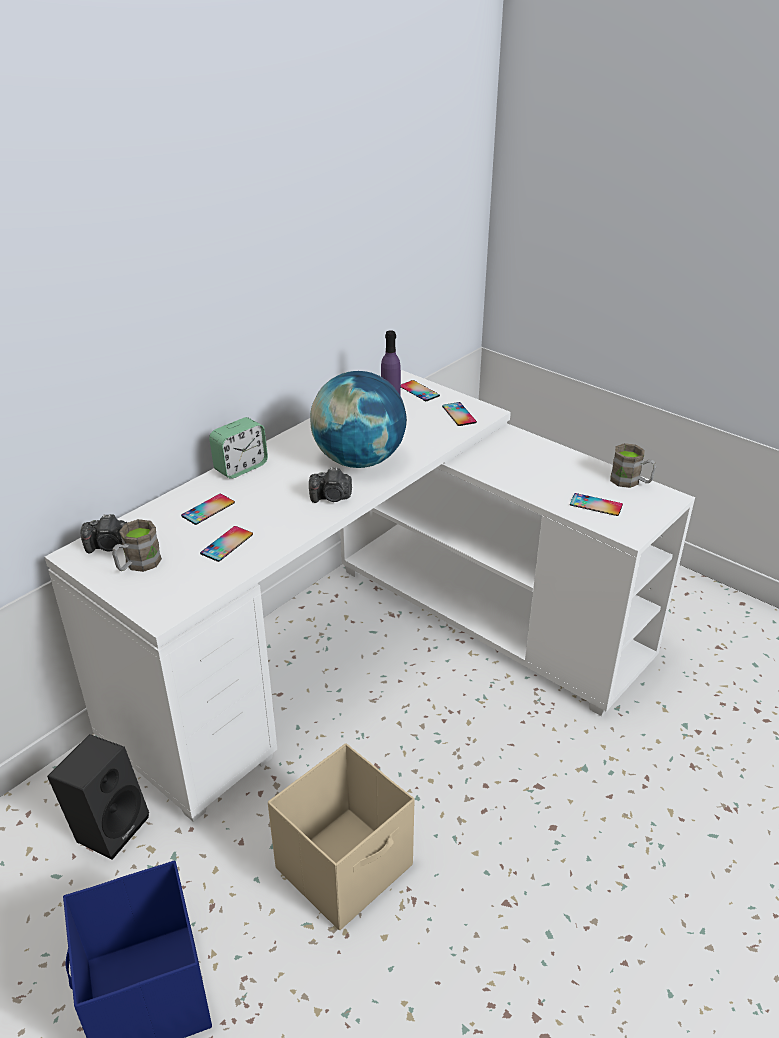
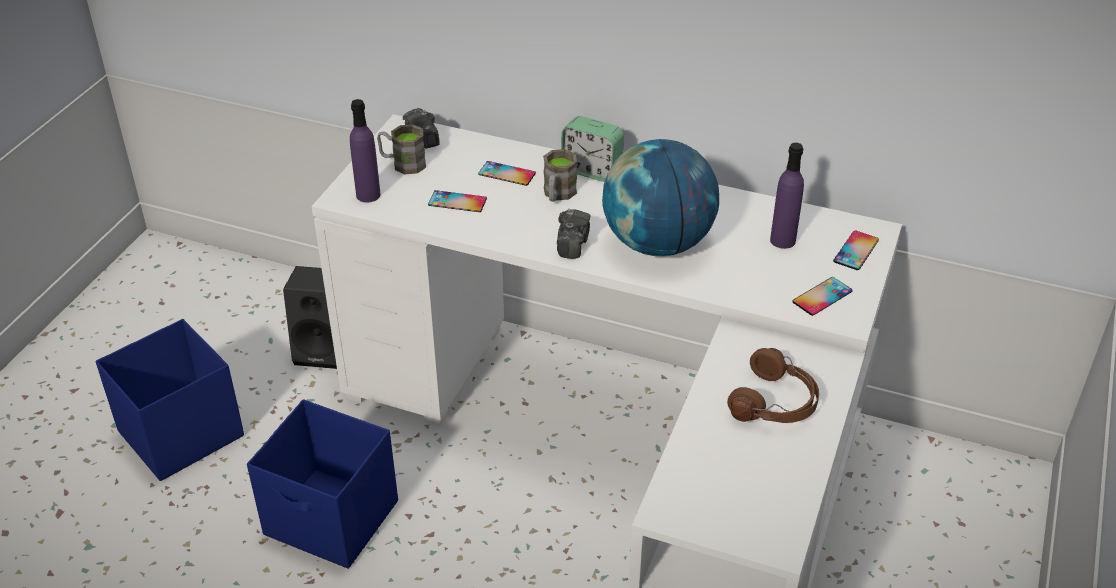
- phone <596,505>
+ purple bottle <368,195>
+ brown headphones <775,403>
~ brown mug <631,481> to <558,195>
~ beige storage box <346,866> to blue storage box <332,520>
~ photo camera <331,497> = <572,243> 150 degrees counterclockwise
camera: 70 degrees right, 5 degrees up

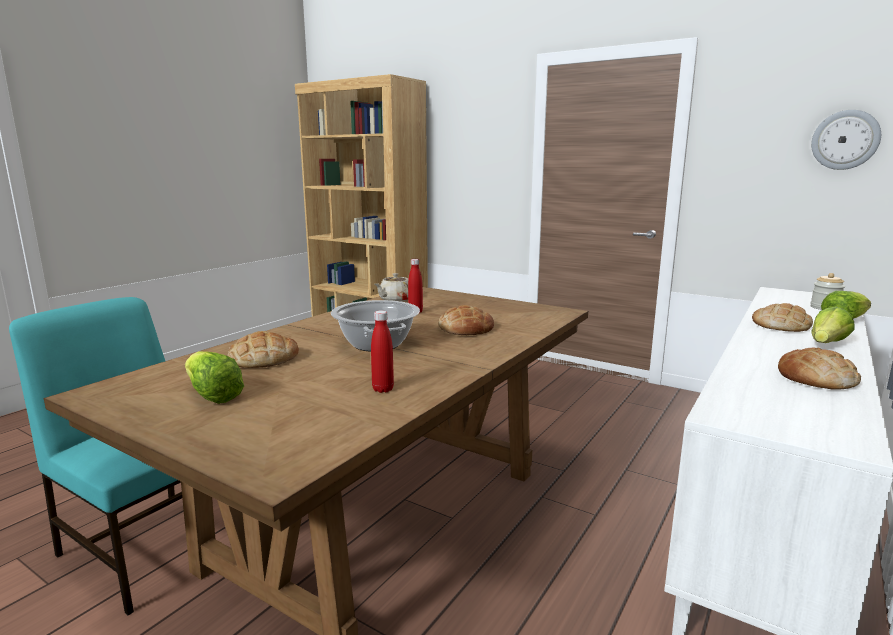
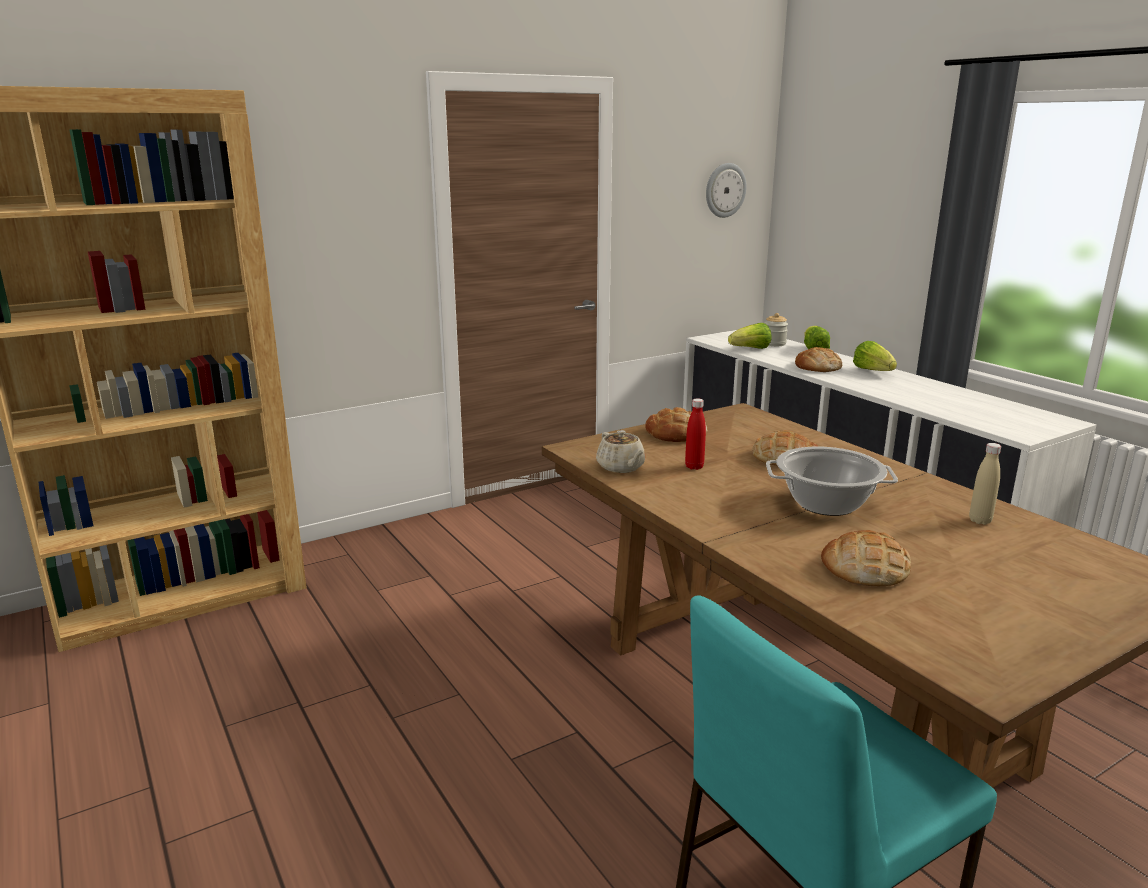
~ lettuce <212,395> to <751,349>
~ bread <816,378> to <676,433>
~ red bottle <383,389> to beige bottle <980,521>
camera: 65 degrees left, 5 degrees up

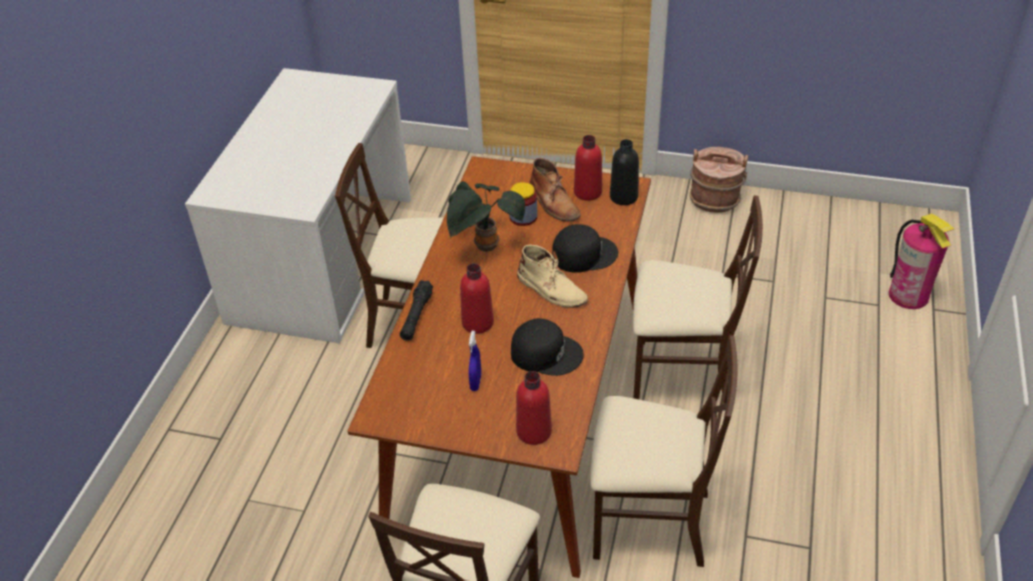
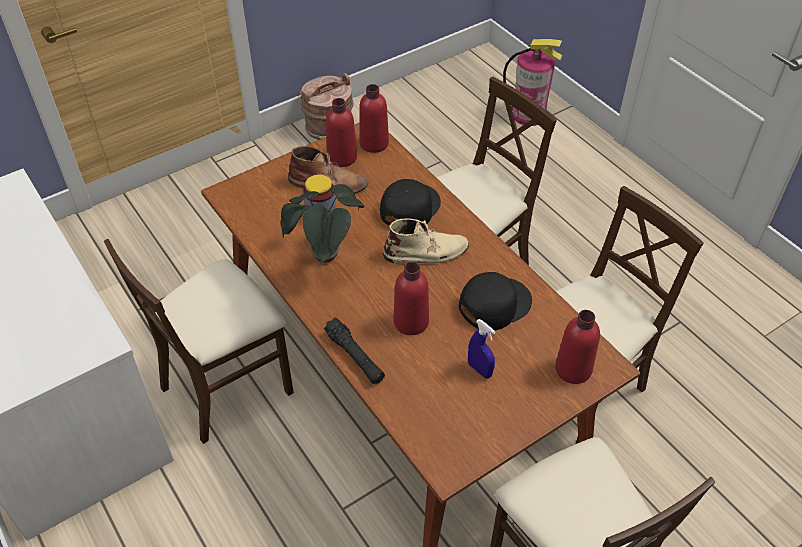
~ black bottle <623,197> to red bottle <374,143>
camera: 50 degrees left, 5 degrees up

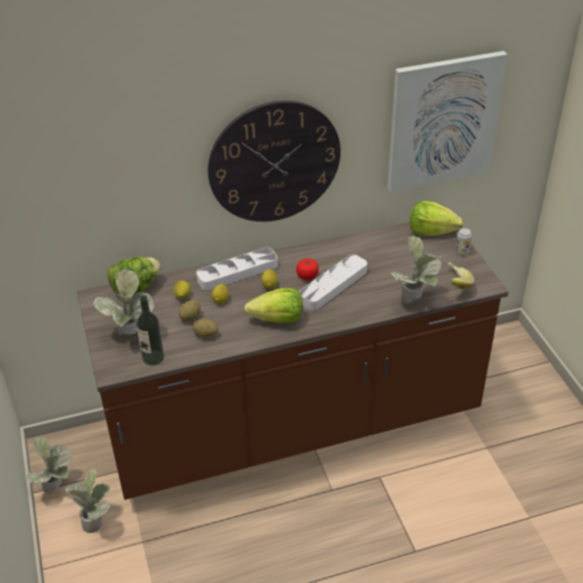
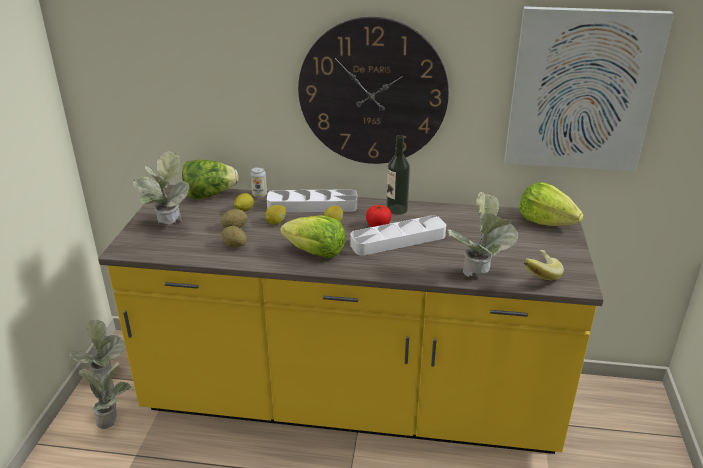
~ bottle <153,357> to <397,209>
~ can <462,252> to <259,195>
~ brown counter <294,425> to yellow counter <351,402>
camera: 25 degrees right, 10 degrees down

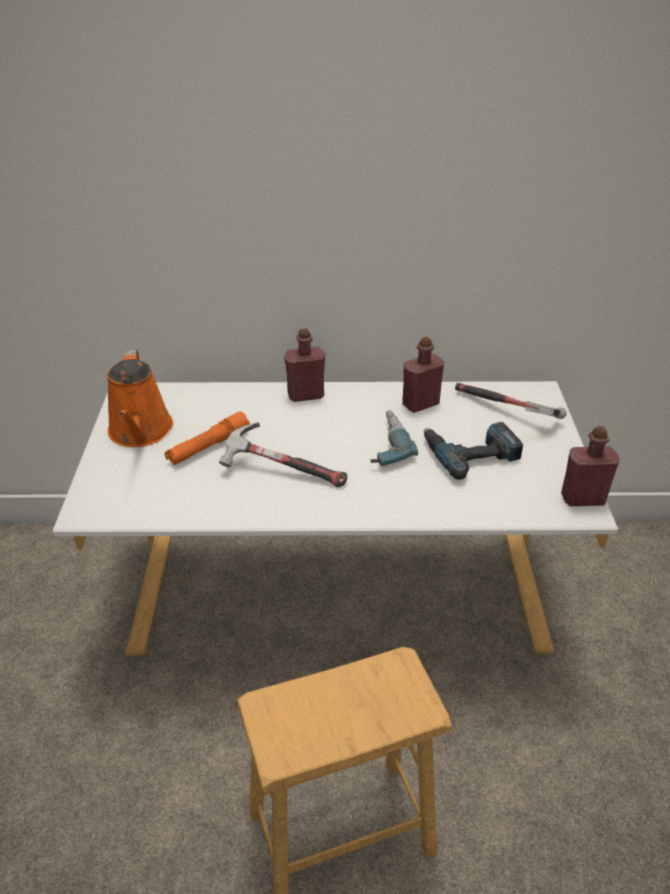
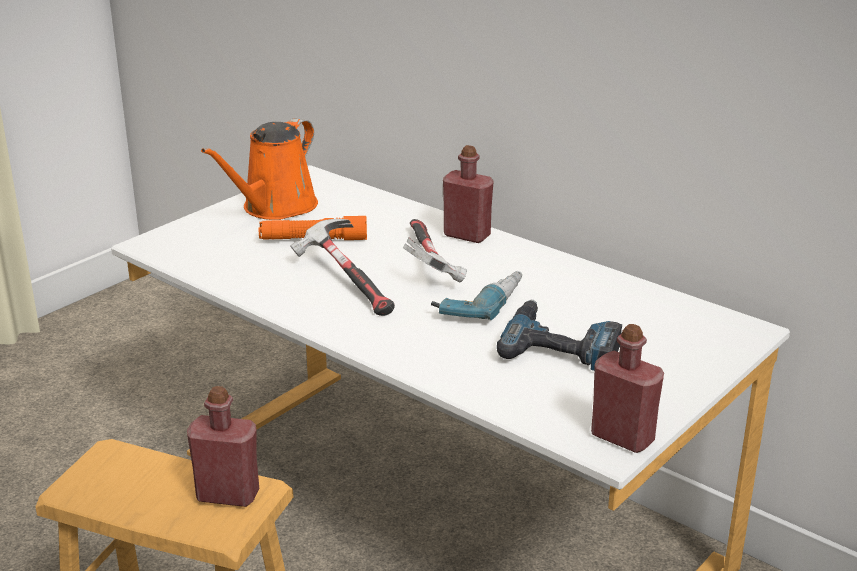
~ red bottle <420,404> to <228,495>
~ hammer <507,413> to <427,263>
camera: 40 degrees right, 10 degrees down

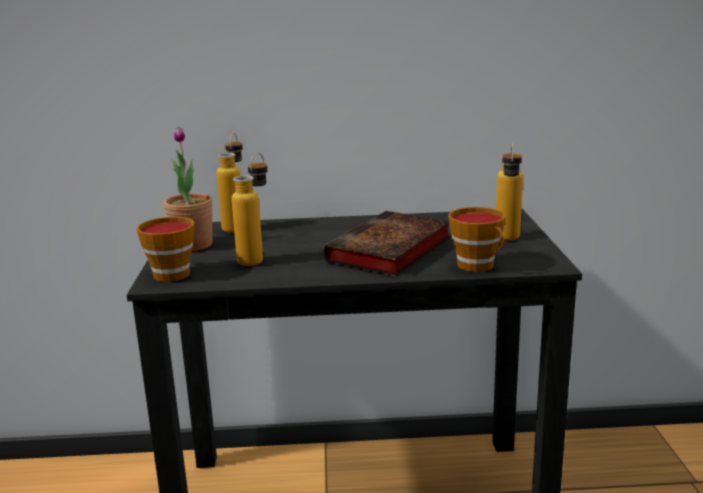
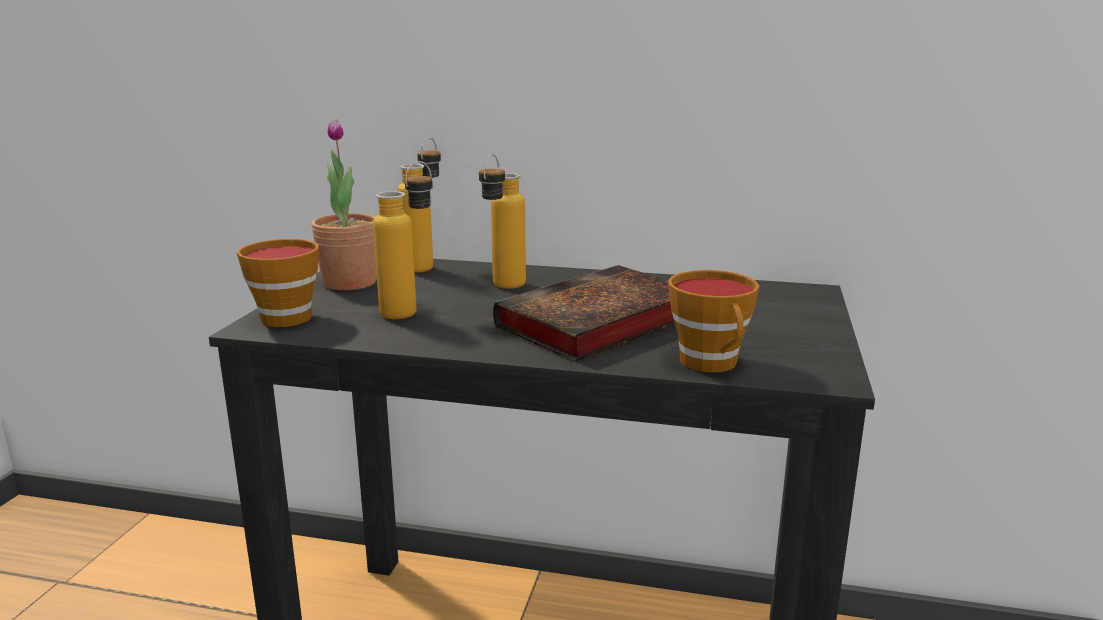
~ bottle <507,240> to <502,288>
camera: 15 degrees right, 0 degrees up

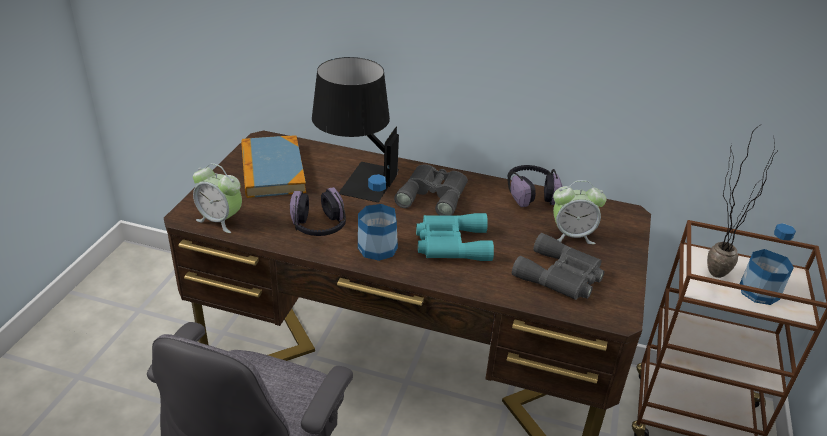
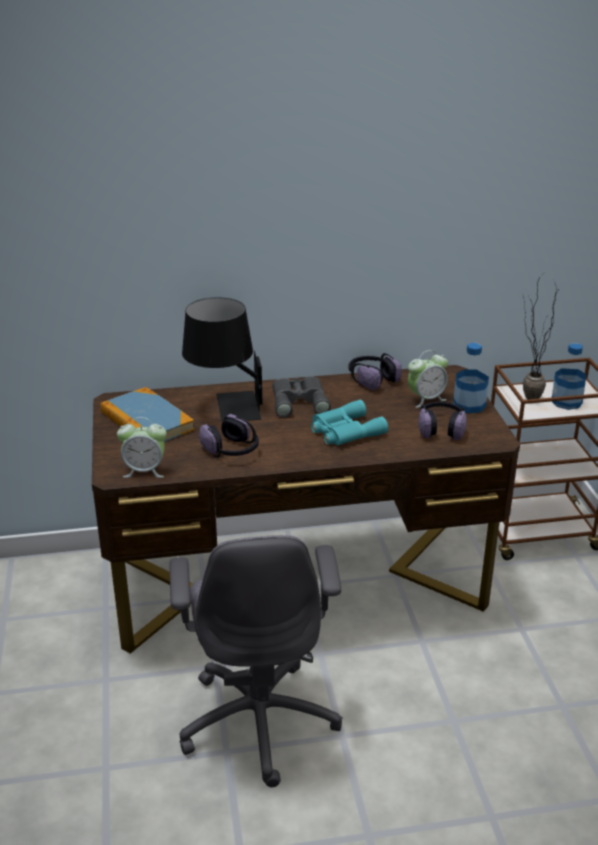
~ bottle <377,248> to <469,405>
~ grey binoculars <560,276> to headphones <441,428>
camera: 25 degrees left, 5 degrees down

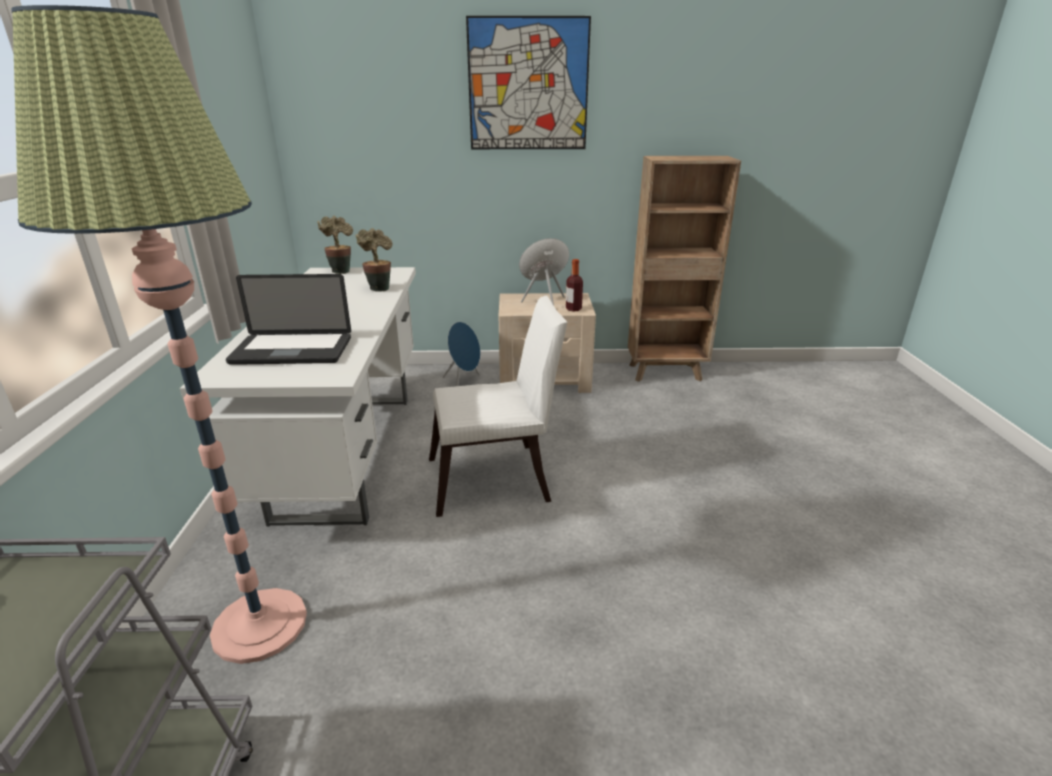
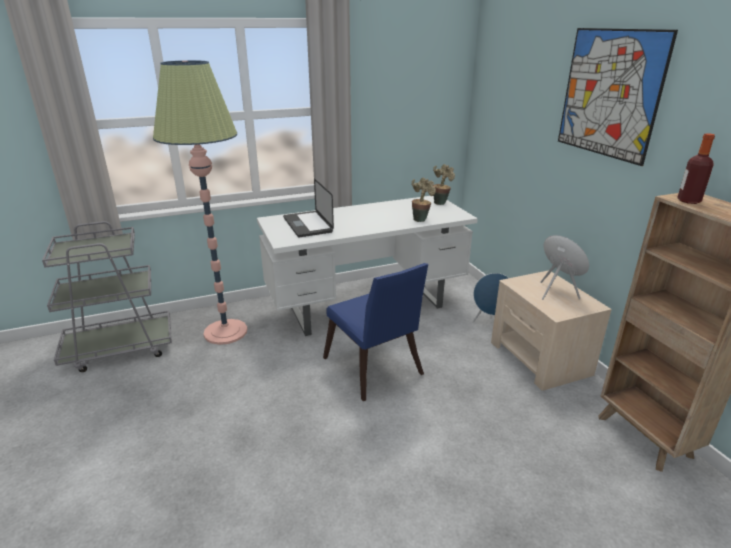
~ bottle <573,309> to <688,201>
~ white chair <497,479> to blue chair <374,370>
camera: 70 degrees right, 0 degrees up

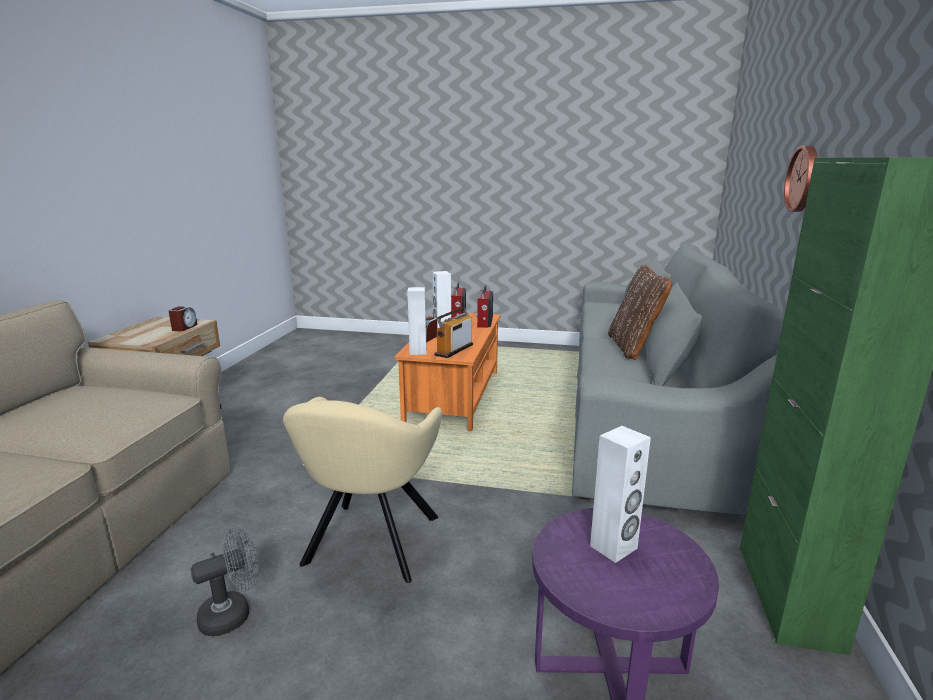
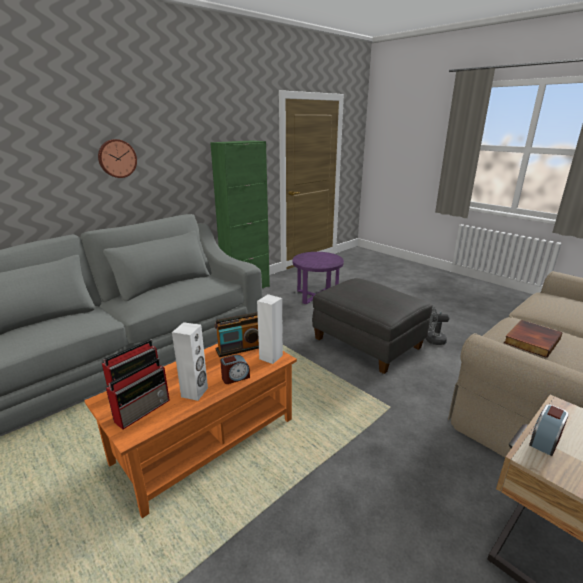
- white speaker <614,547>
- brown pillow <633,347>
+ book <531,340>
~ beige armchair <369,545> to grey ottoman <368,344>
camera: 145 degrees left, 5 degrees up

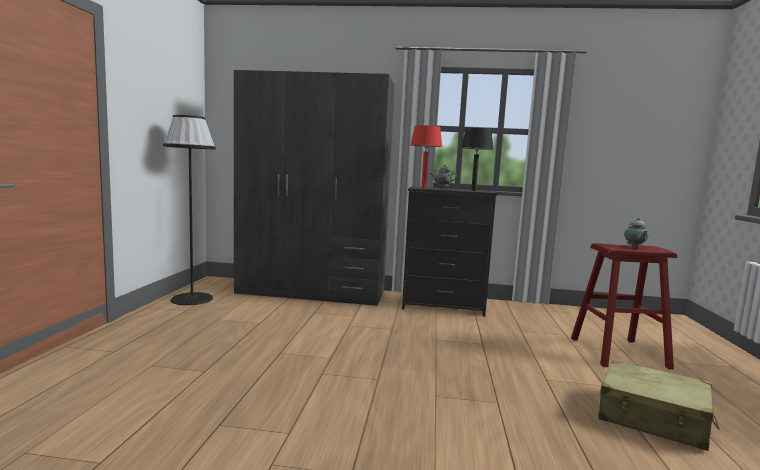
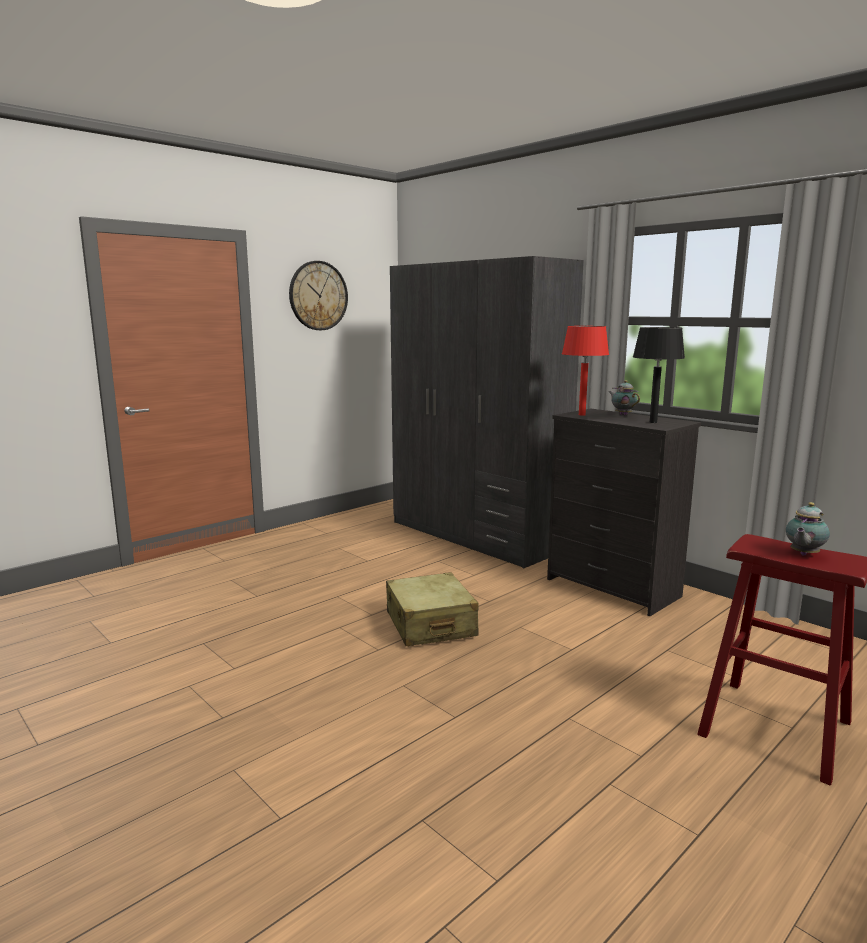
- black floor lamp <192,299>
+ wall clock <318,296>
~ beige suitcase <653,418> to <430,624>
camera: 40 degrees right, 5 degrees up

